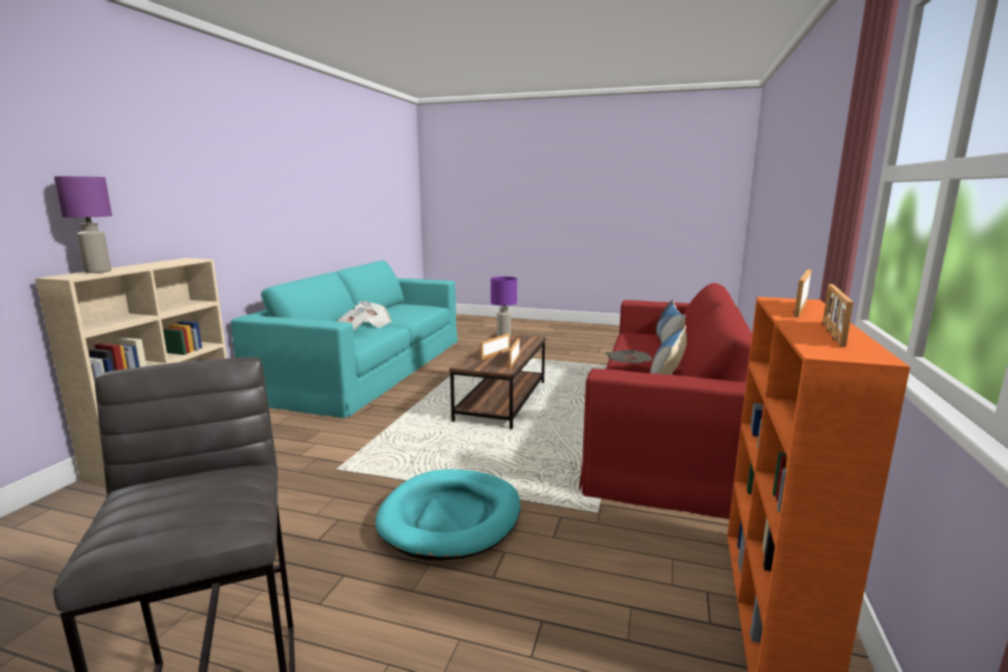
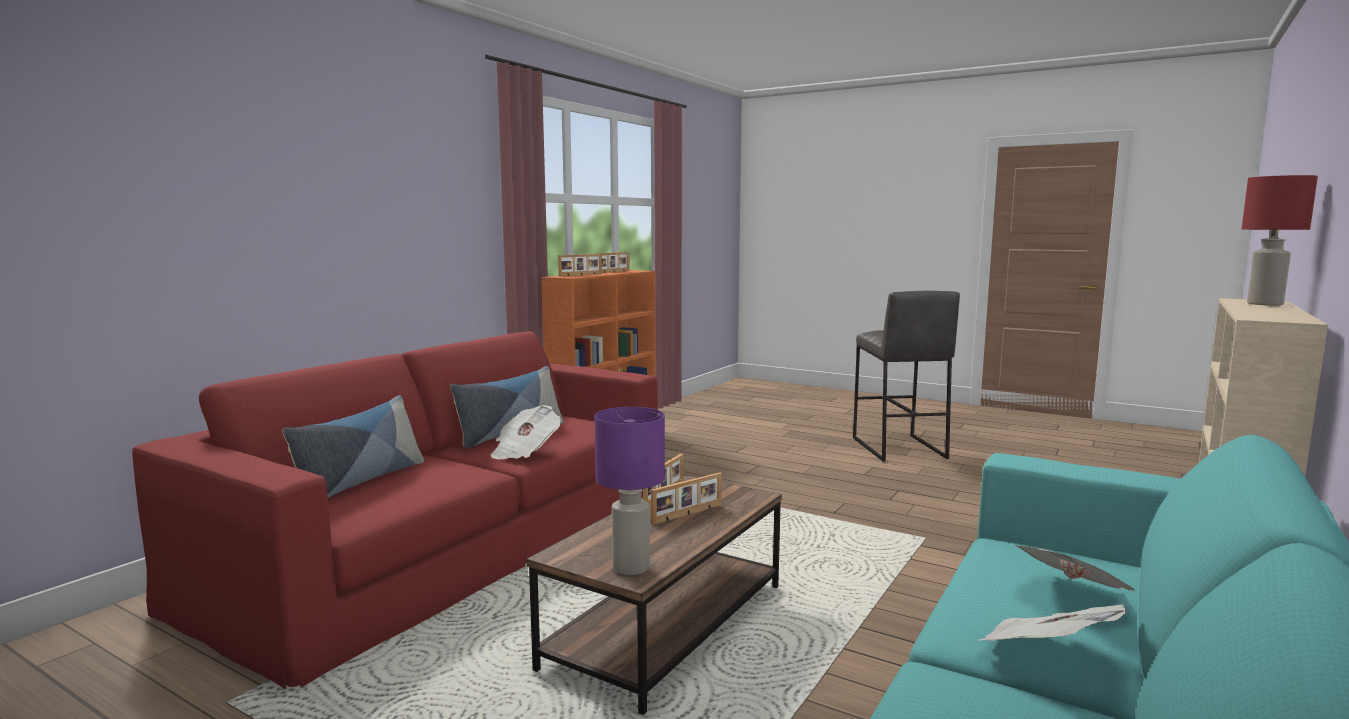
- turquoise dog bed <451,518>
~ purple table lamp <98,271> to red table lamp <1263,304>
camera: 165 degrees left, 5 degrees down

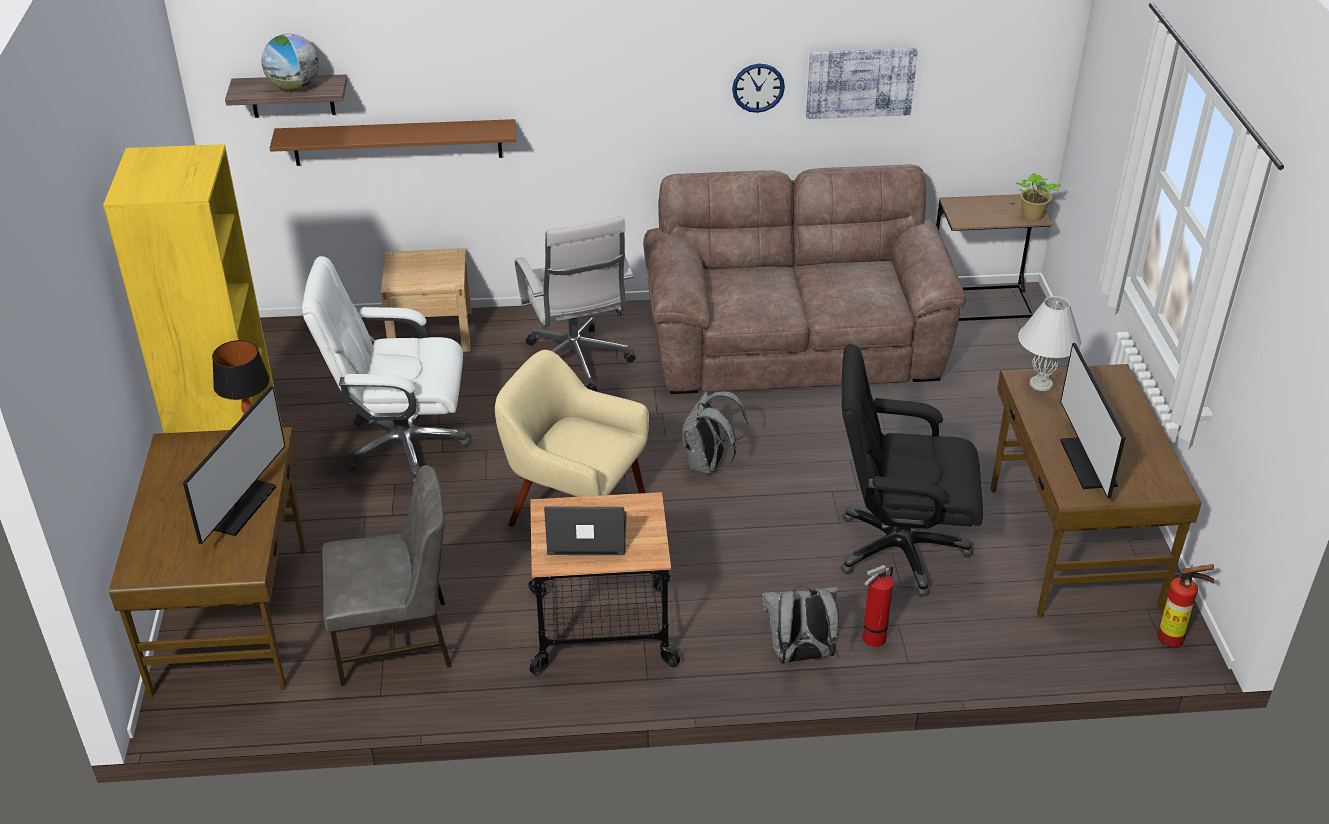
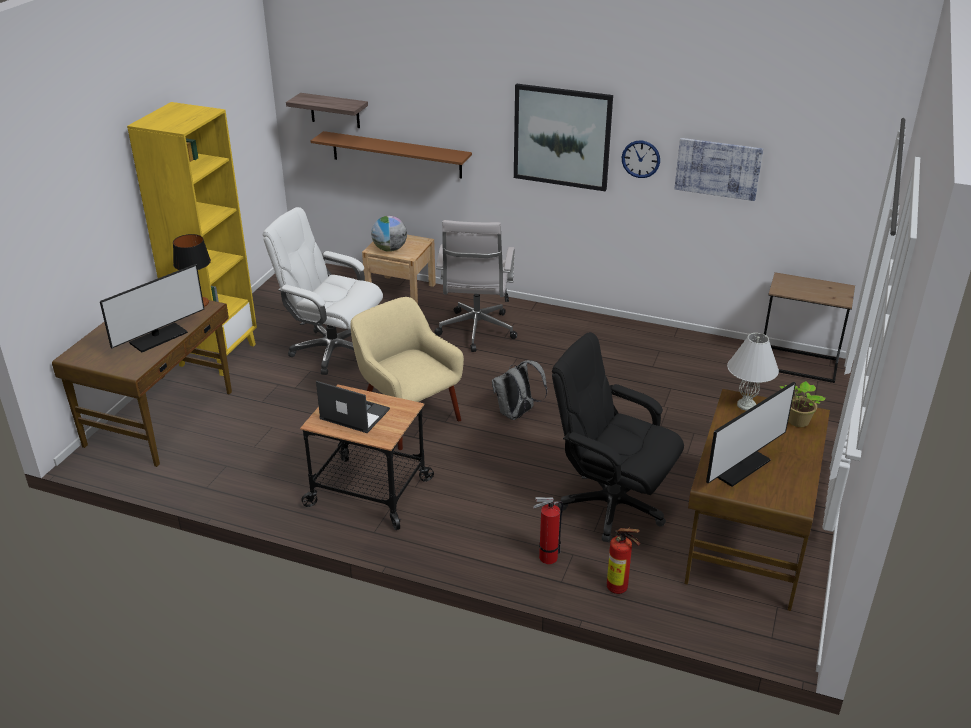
- grey chair <397,641>
- brown sofa <793,343>
- grey backpack <799,655>
+ picture <562,137>
~ globe <294,87> to <390,249>
~ potted plant <1031,216> to <796,421>
~ fire extinguisher <1174,640> to <619,589>
~ monitor <1088,463> = <739,466> 150 degrees counterclockwise
camera: 25 degrees right, 5 degrees down

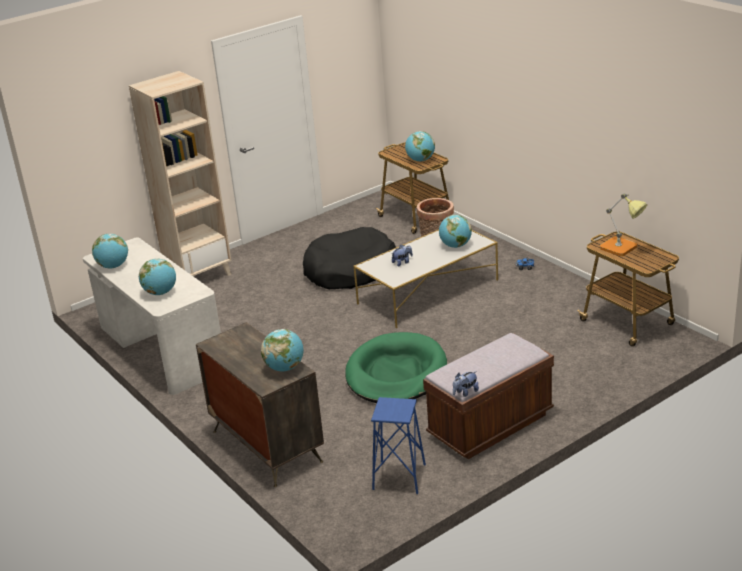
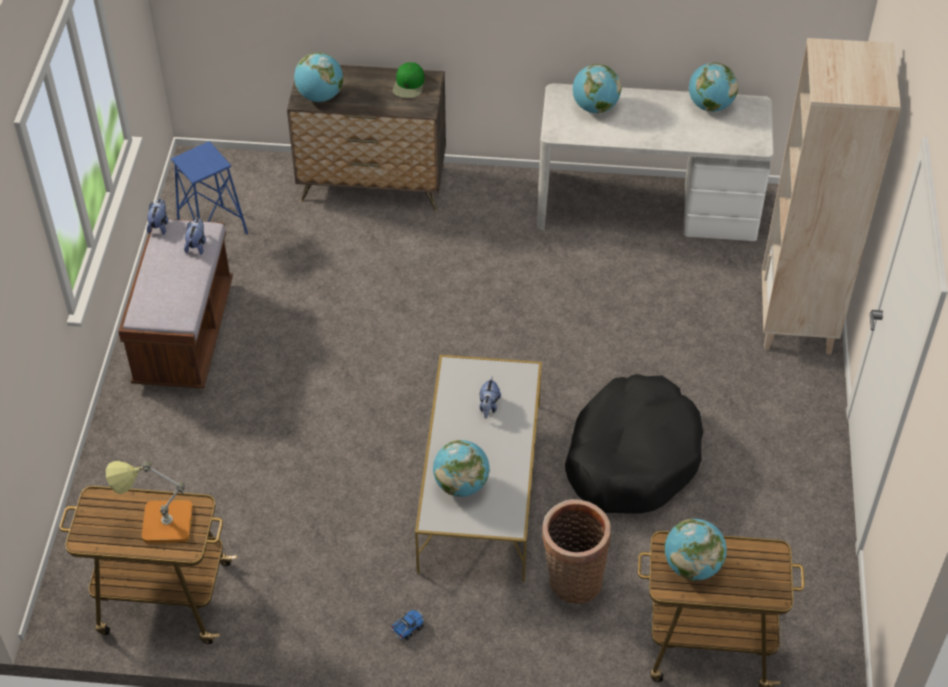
- green dog bed <396,373>
+ plush toy <197,245>
+ green cap <409,85>
camera: 130 degrees right, 20 degrees up

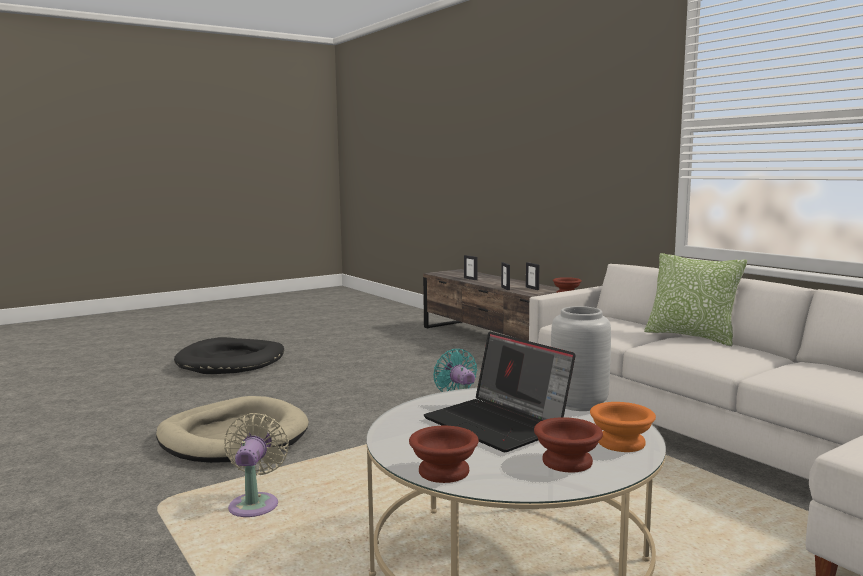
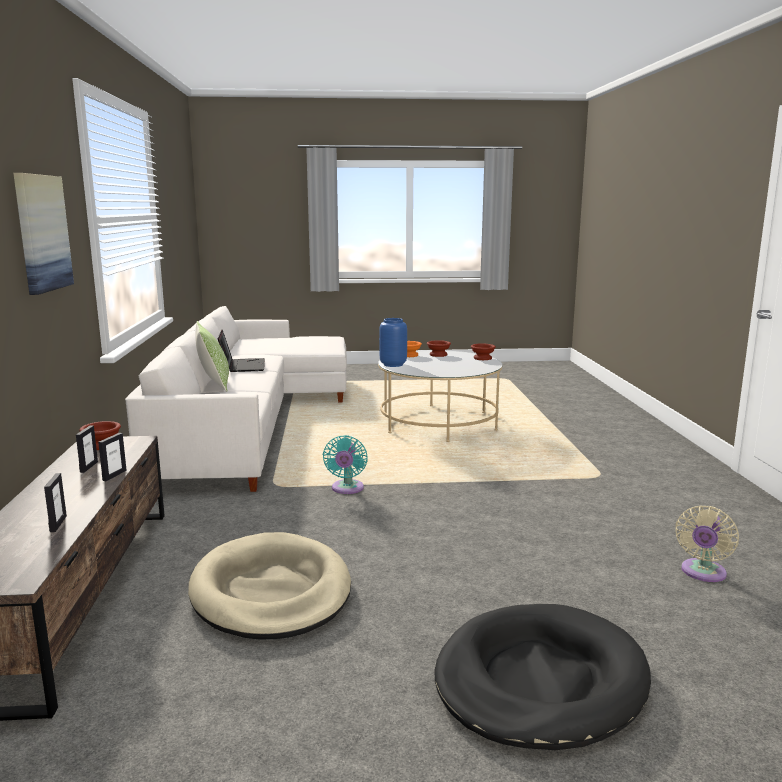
+ picture <42,233>
~ beige dog bed <233,437> to <271,592>
~ beige fan <255,504> to <702,573>
~ laptop <499,424> to <242,366>
~ grey vase <579,404> to blue vase <393,364>
camera: 150 degrees left, 5 degrees up

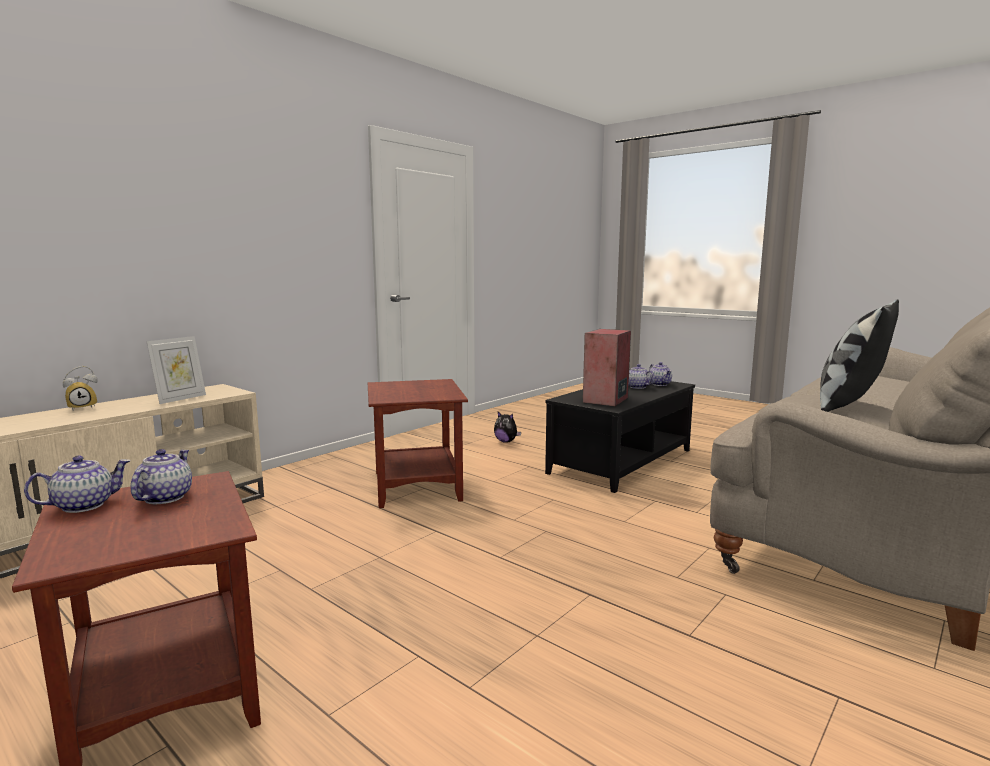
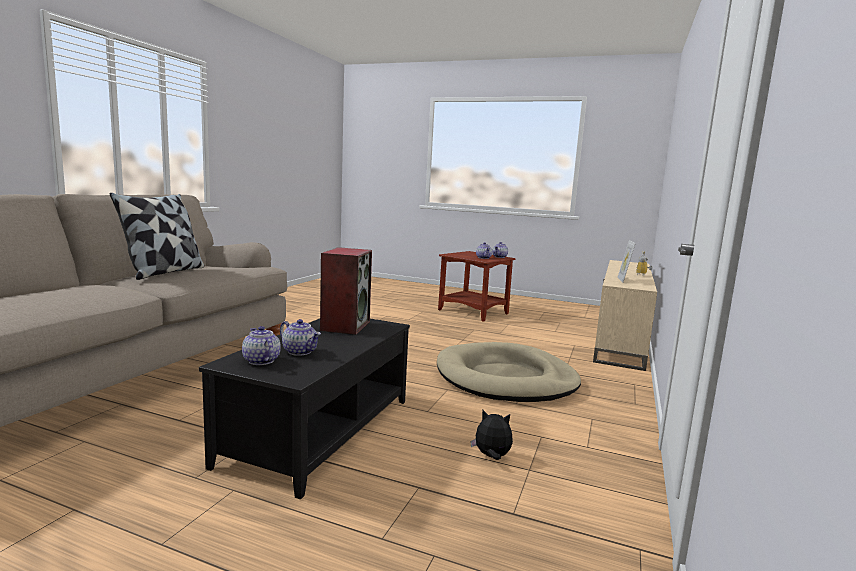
~ brown side table <415,486> to beige dog bed <506,378>
camera: 160 degrees right, 0 degrees up

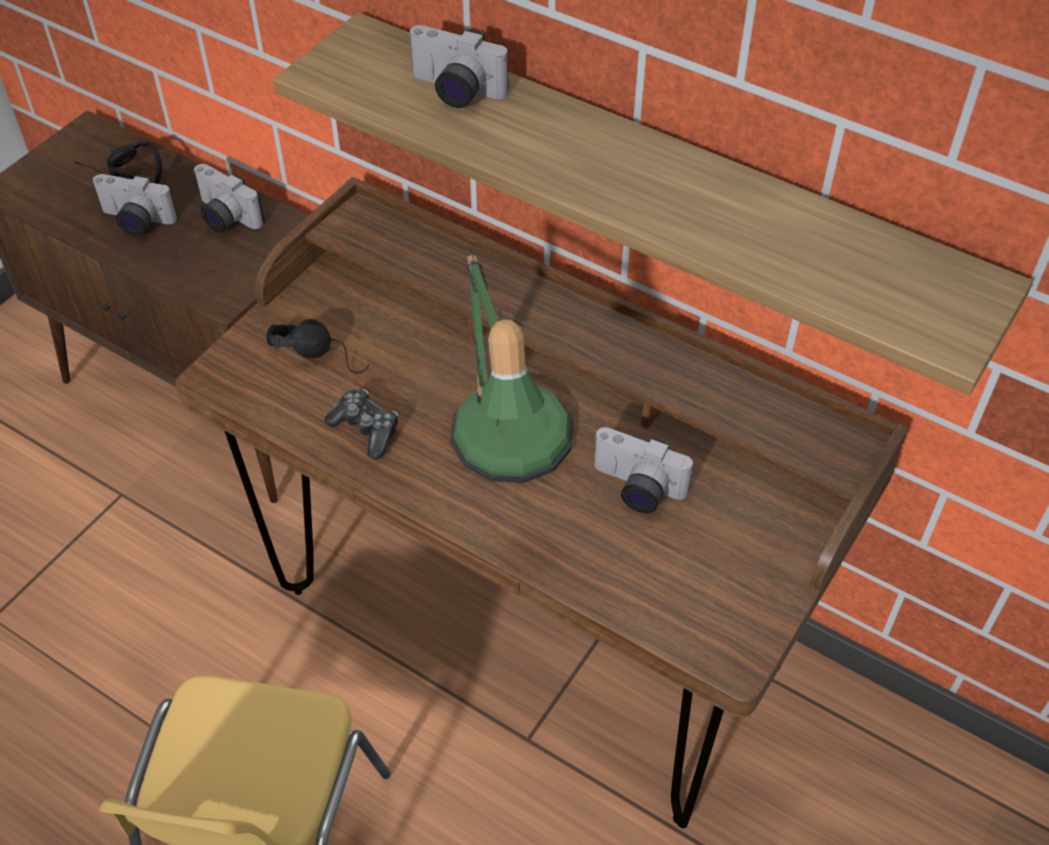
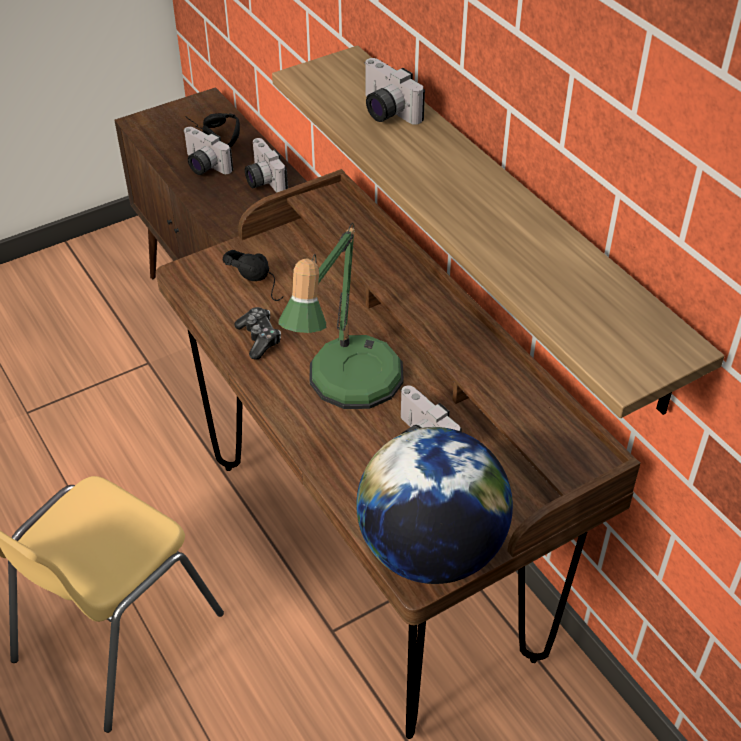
+ globe <431,550>
camera: 25 degrees right, 5 degrees down

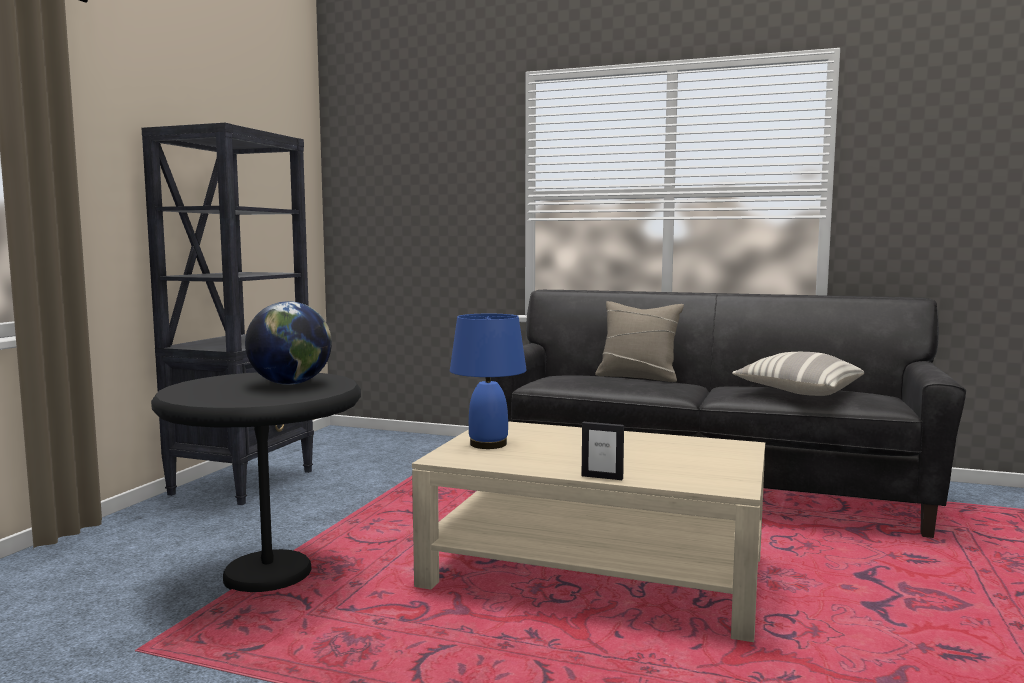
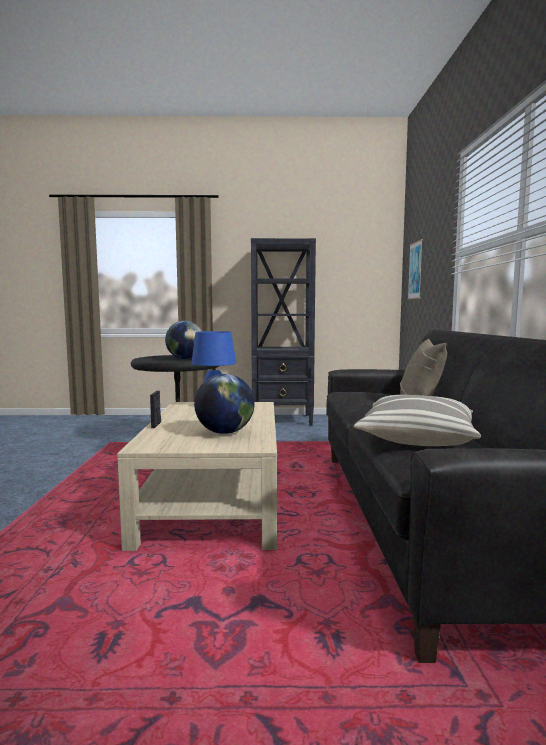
+ globe <225,432>
+ picture <415,270>
camera: 70 degrees right, 0 degrees up

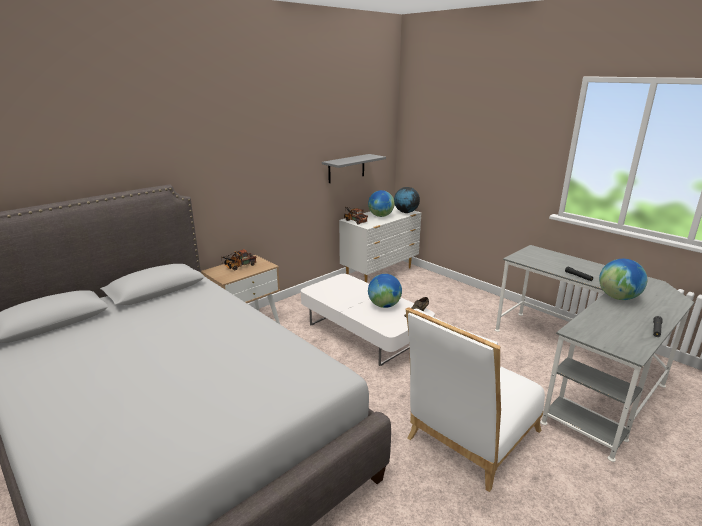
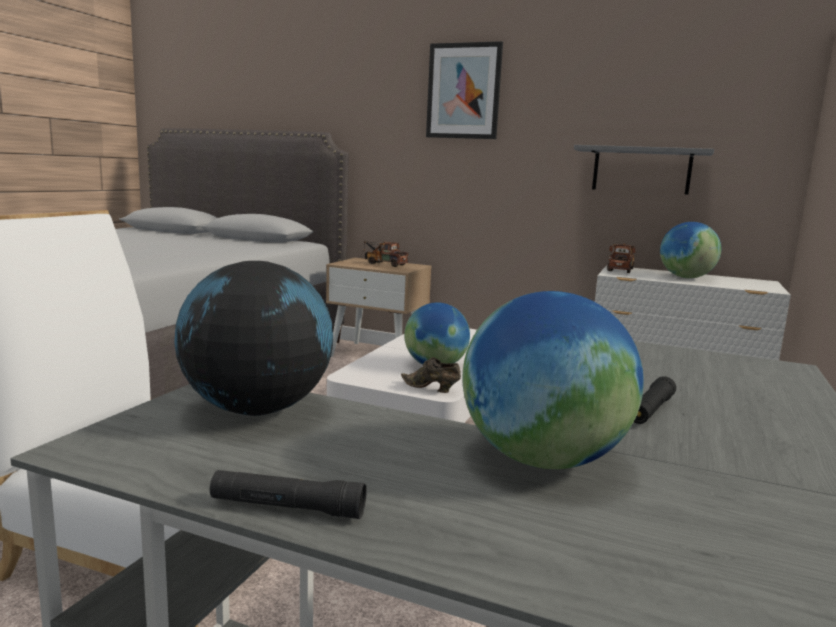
+ picture <463,91>
~ globe <406,212> to <256,409>
camera: 65 degrees right, 10 degrees down

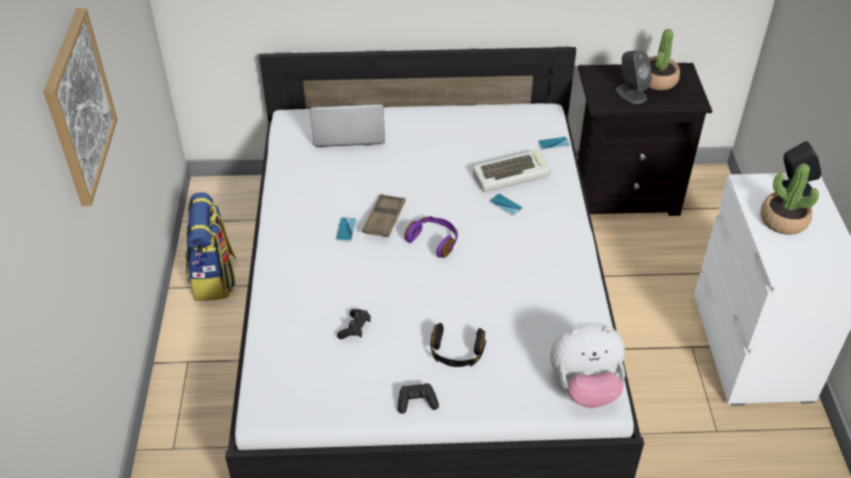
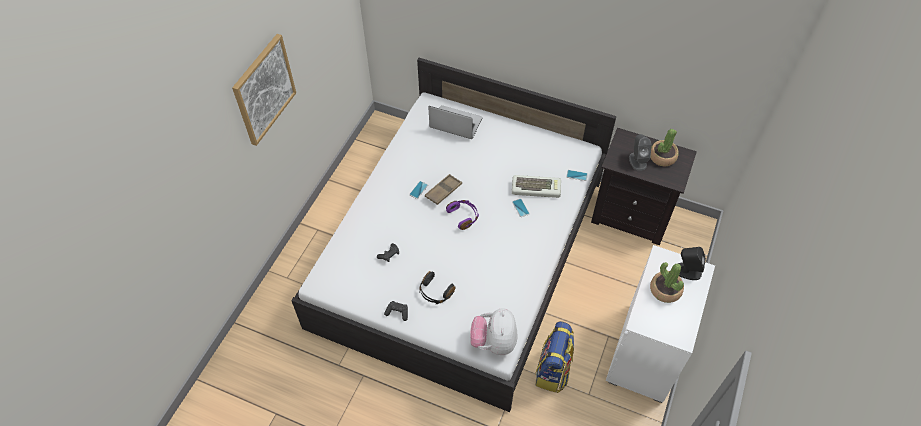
~ backpack <214,278> to <553,371>
~ plush toy <584,387> = <494,342> 75 degrees clockwise
camera: 25 degrees right, 10 degrees up

